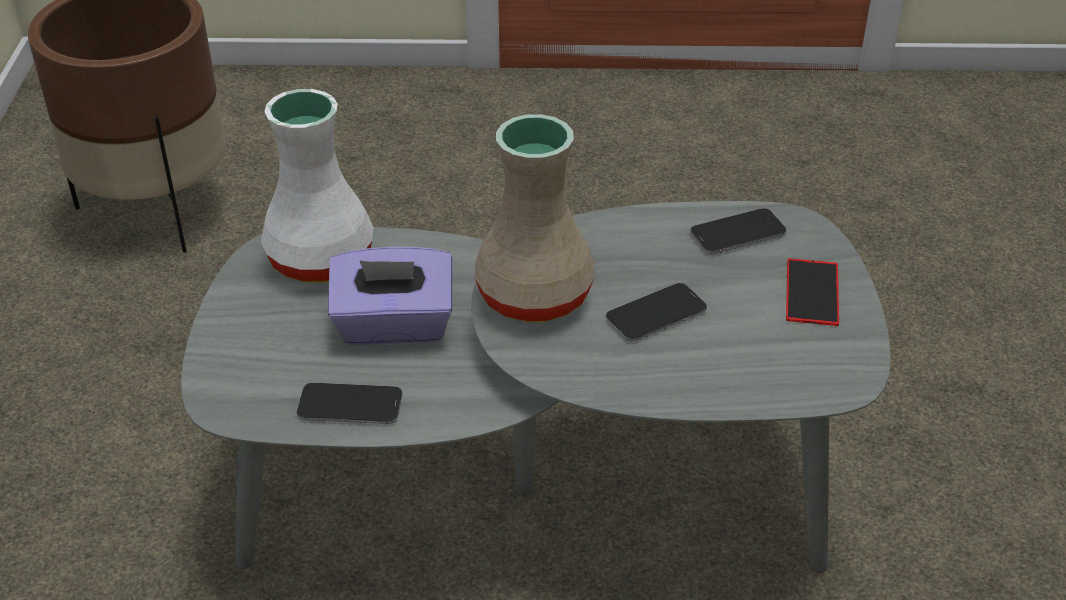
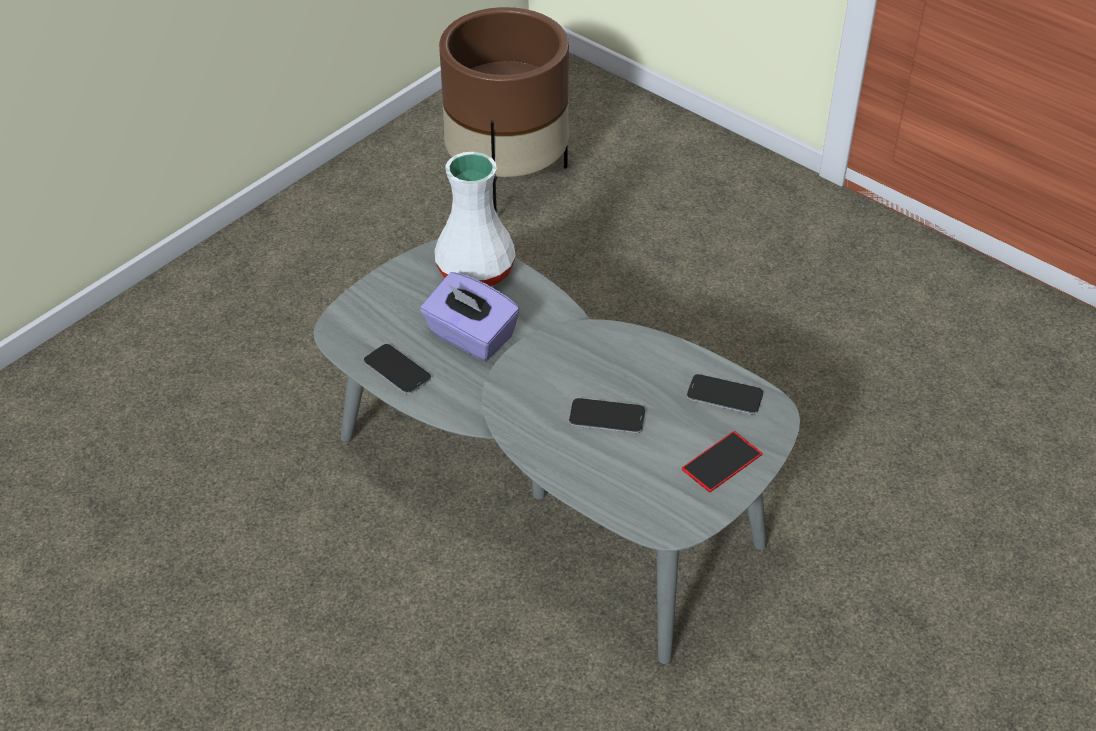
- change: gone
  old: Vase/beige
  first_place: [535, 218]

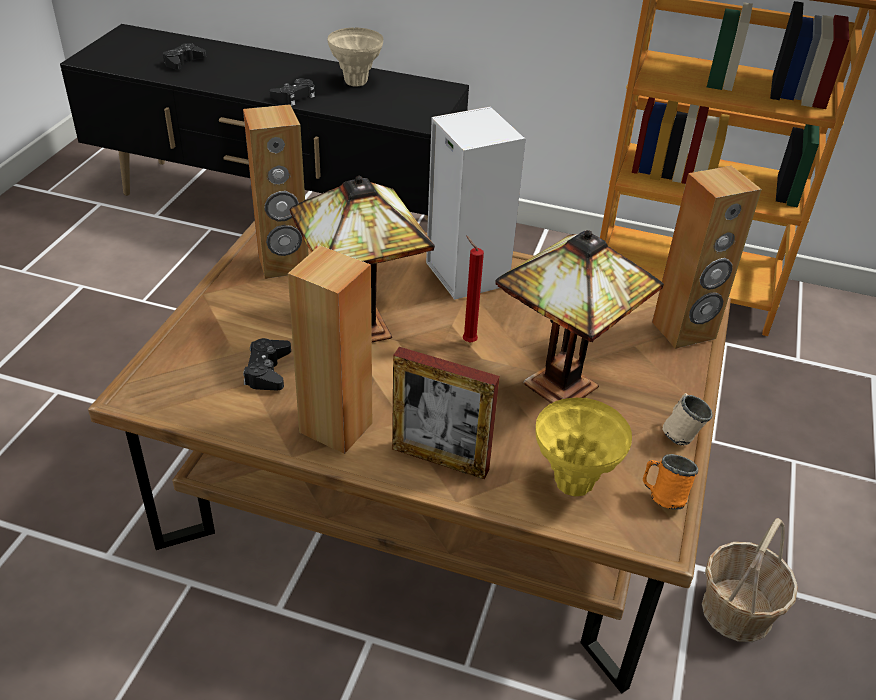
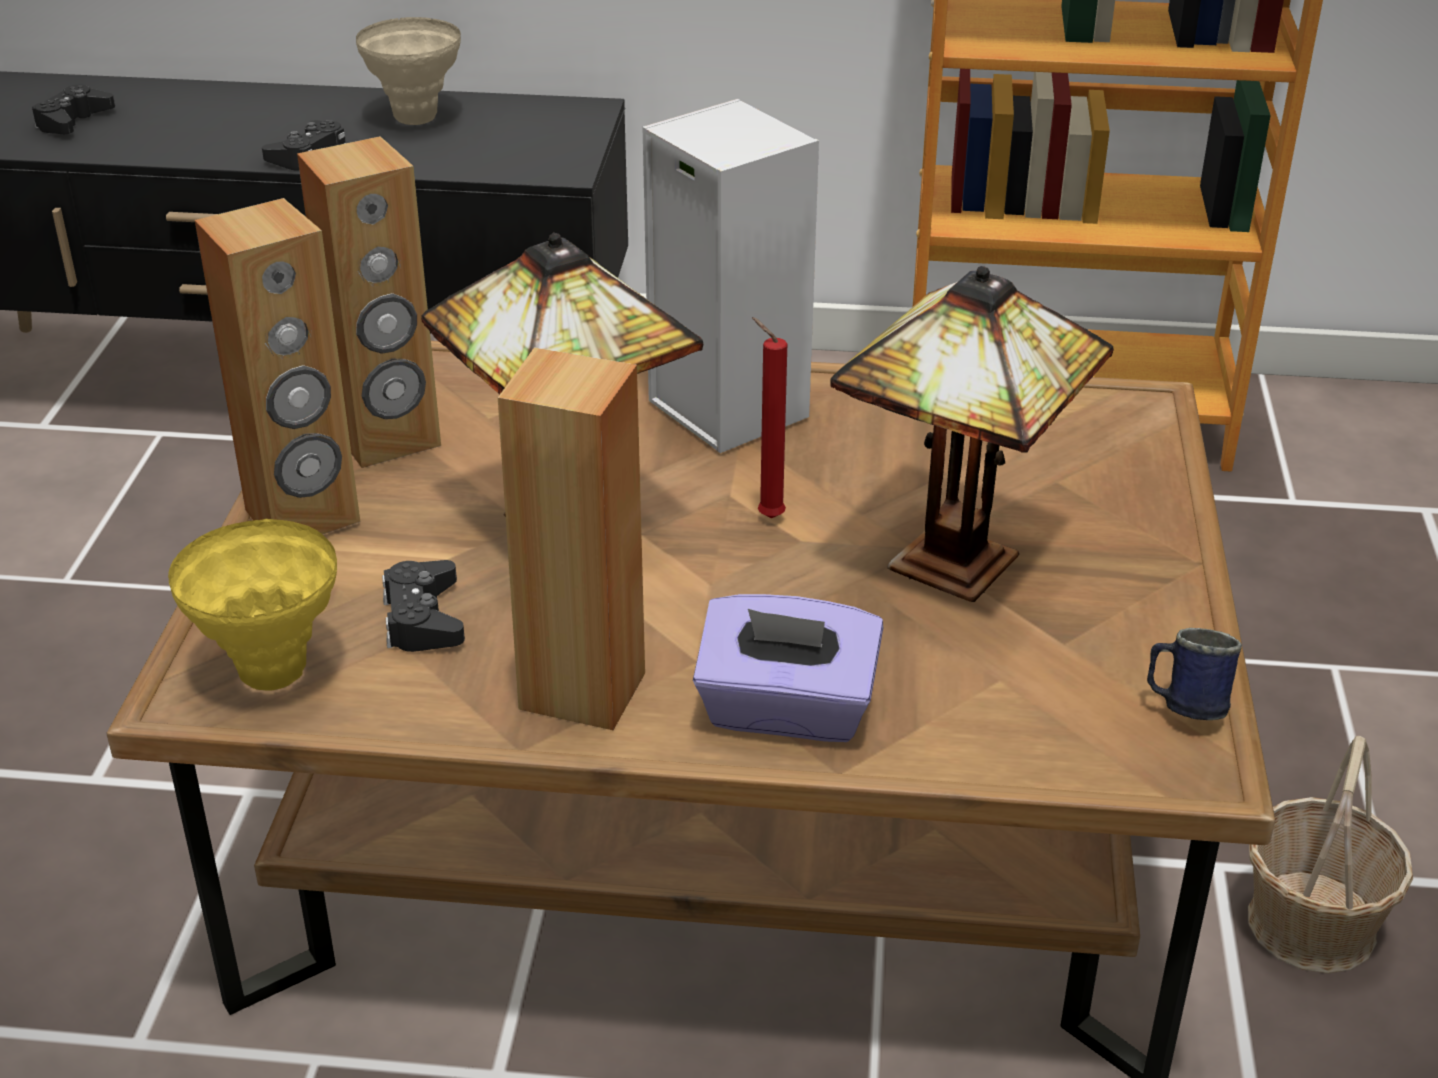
- change: swapped
  old: Bilderrahmen
  new: Taschentuchbox/lila
  first_place: [446, 413]
  second_place: [788, 668]
- change: shifted
  old: Vase/gelb
  first_place: [583, 447]
  second_place: [252, 605]
- change: repainted
  old: Henkelbecher/orange
  new: Henkelbecher/blau
  first_place: [670, 482]
  second_place: [1194, 674]
- change: shifted
  old: Lautsprecher/braun
  first_place: [707, 257]
  second_place: [277, 366]
- change: gone
  old: Henkelbecher/beige
  first_place: [688, 419]

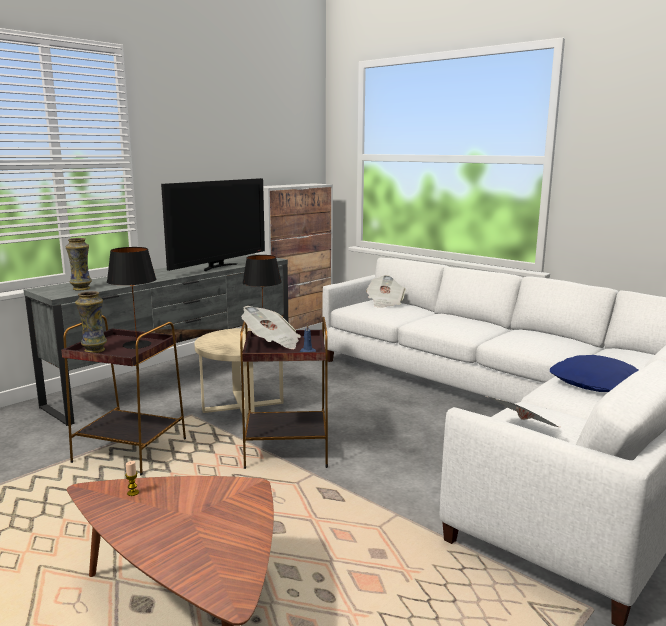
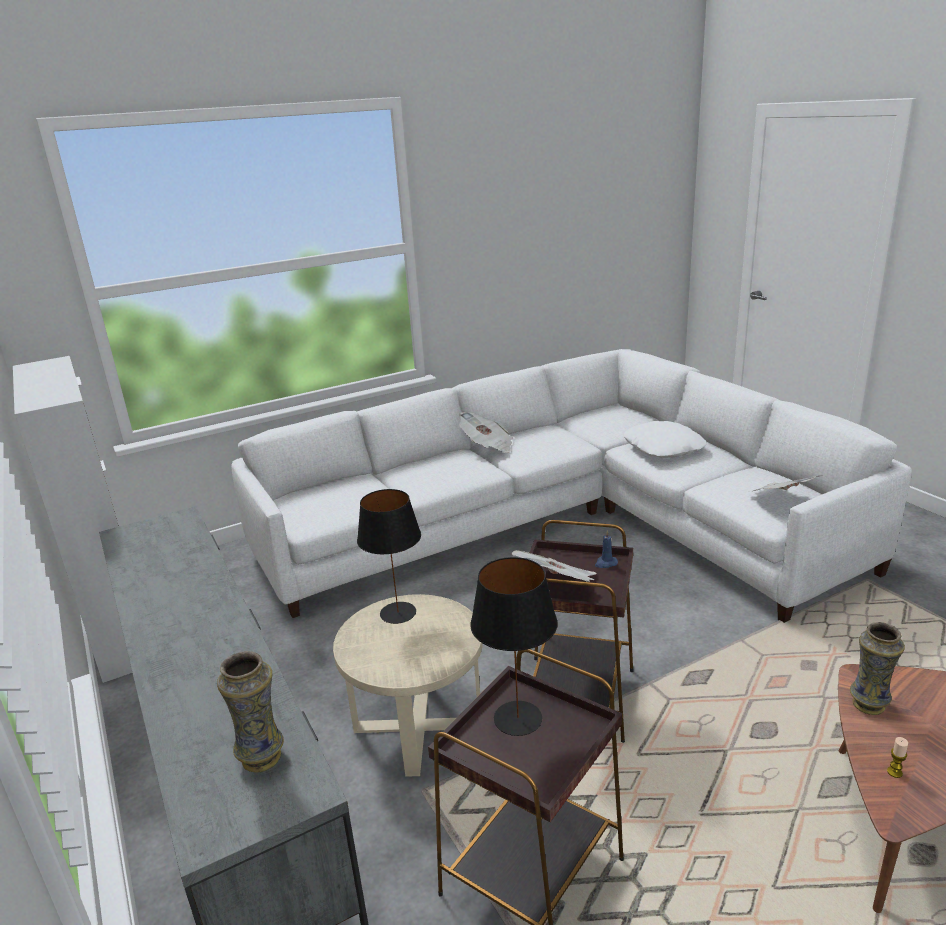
- change: shifted
  old: Vase
  first_place: [91, 322]
  second_place: [877, 668]
- change: gone
  old: Fernseher
  first_place: [213, 224]
- change: shifted
  old: Zeitung
  first_place: [386, 291]
  second_place: [486, 432]
- change: repainted
  old: Kissen/blau
  new: Kissen/weiß
  first_place: [594, 373]
  second_place: [665, 439]

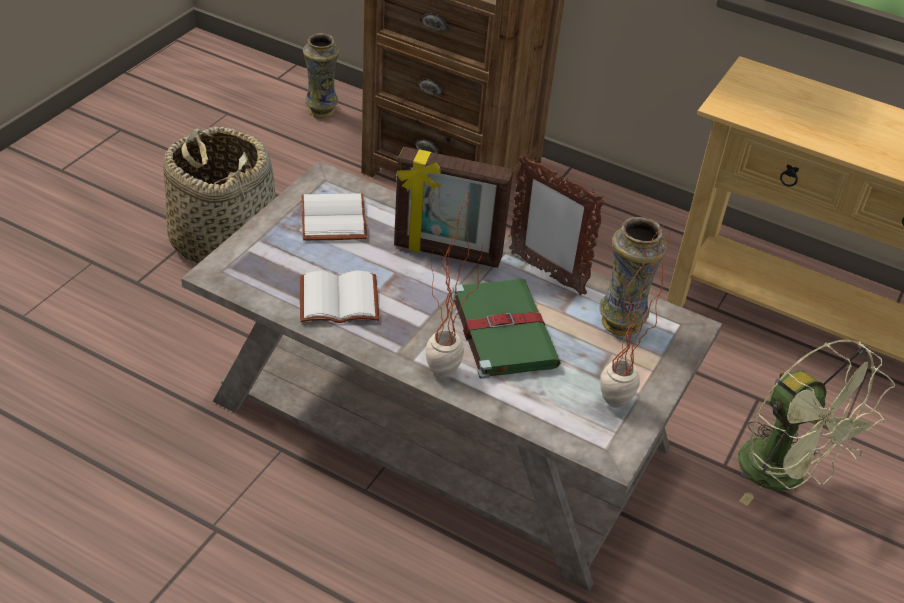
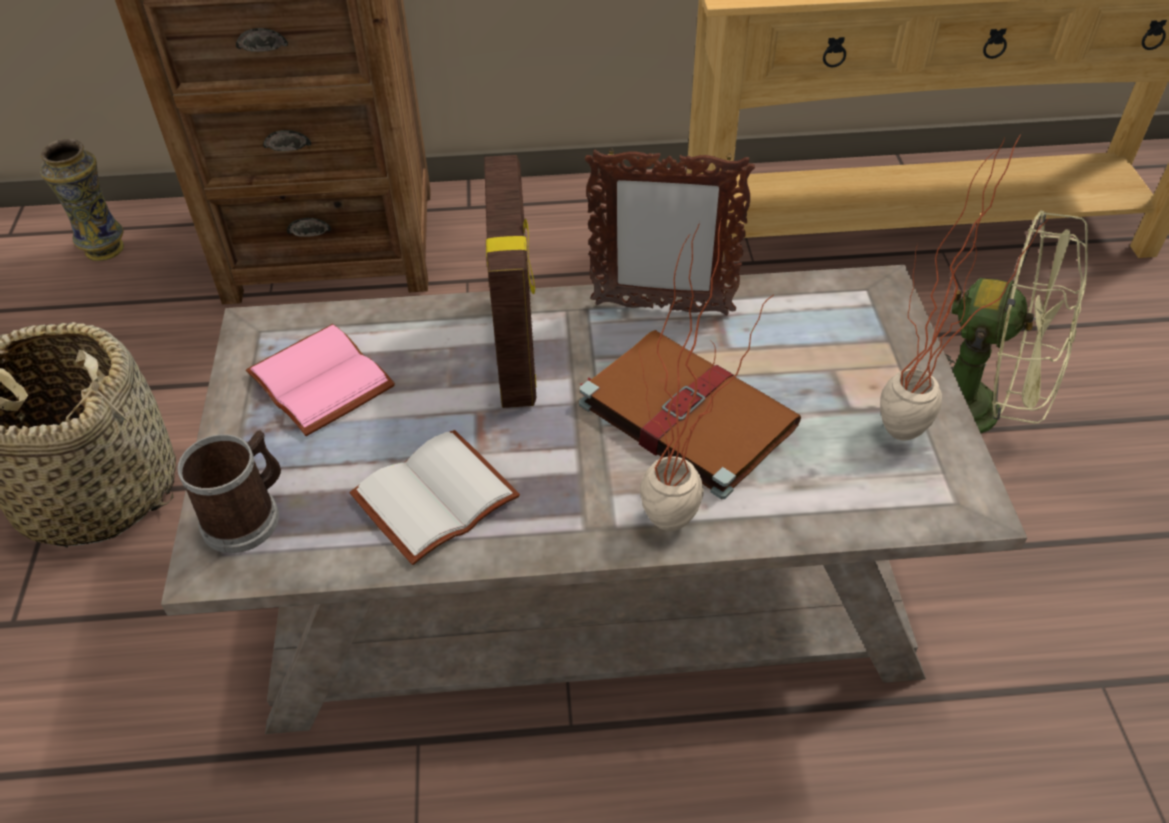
- change: repainted
  old: Buch/weiß
  new: Buch/rosa
  first_place: [334, 216]
  second_place: [320, 380]
- change: rotated
  old: Bilderrahmen
  first_place: [453, 207]
  second_place: [510, 281]
  degrees: -75
- change: repainted
  old: Buch/grün
  new: Buch/braun
  first_place: [506, 329]
  second_place: [690, 414]
- change: gone
  old: Vase
  first_place: [633, 276]
- change: new
  new: Henkelbecher
  second_place: [229, 492]

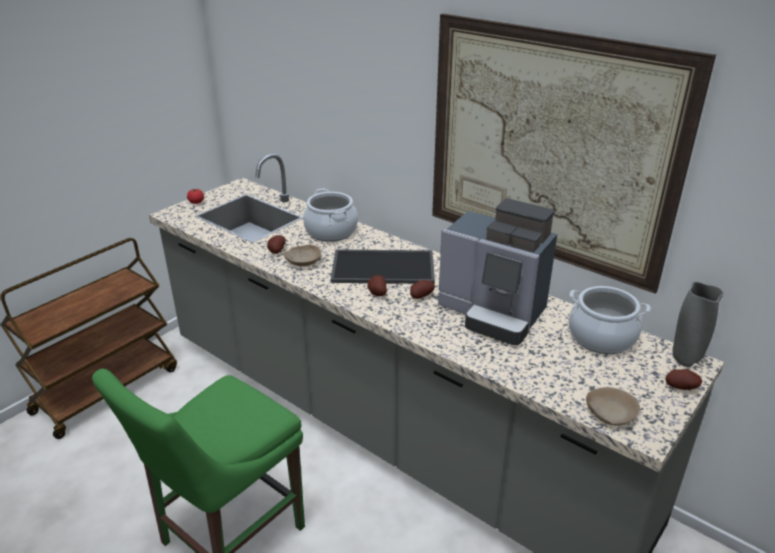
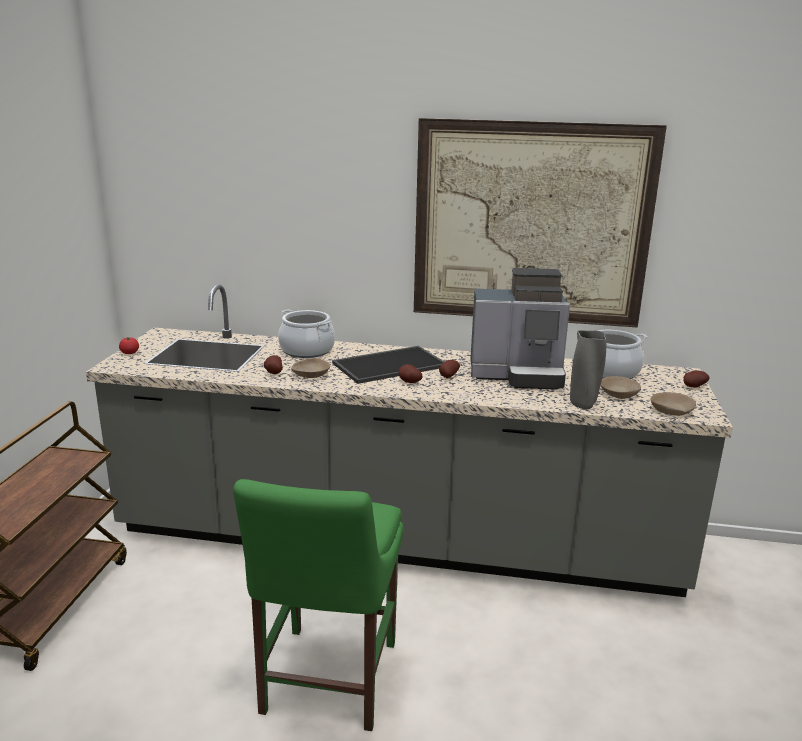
- change: shifted
  old: Vase/grau
  first_place: [698, 324]
  second_place: [588, 369]
- change: new
  new: Schüssel/beige
  second_place: [620, 387]

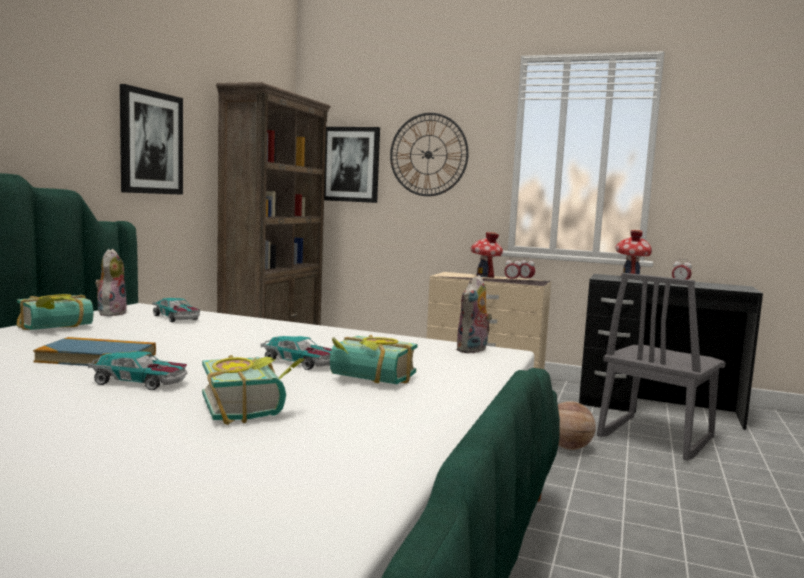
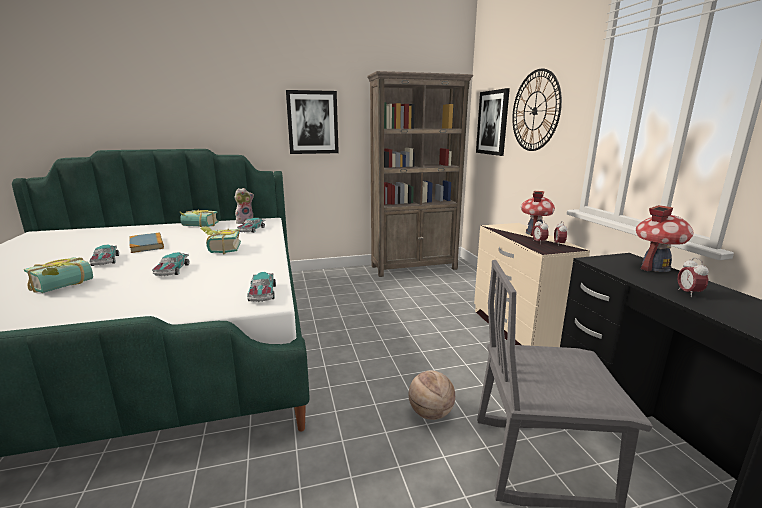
- change: shifted
  old: Buch
  first_place: [374, 359]
  second_place: [221, 240]
- change: swapped
  old: Plüschtier
  new: Spielzeugauto
  first_place: [474, 314]
  second_place: [261, 287]

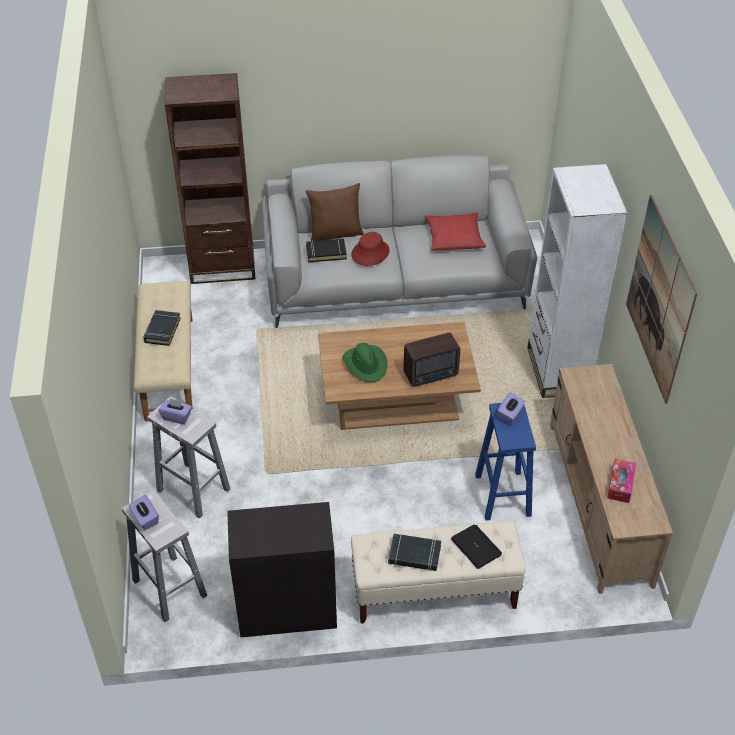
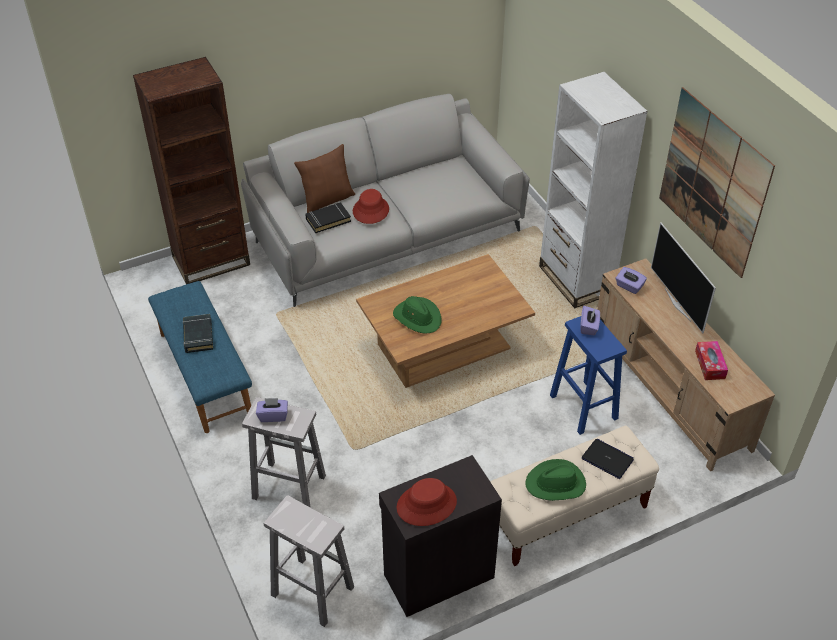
- change: shifted
  old: Taschentuchbox/lila
  first_place: [144, 512]
  second_place: [631, 280]
- change: repainted
  old: Bank/beige
  new: Bank/blau
  first_place: [163, 351]
  second_place: [200, 357]
- change: swapped
  old: Buch/schwarz
  new: Hut/grün
  first_place: [414, 552]
  second_place: [555, 480]
- change: gone
  old: Radio
  first_place: [432, 359]
- change: gone
  old: Kissen/rot
  first_place: [455, 231]
- change: new
  new: Hut/rot
  second_place: [427, 502]
- change: new
  new: Fernseher
  second_place: [683, 277]

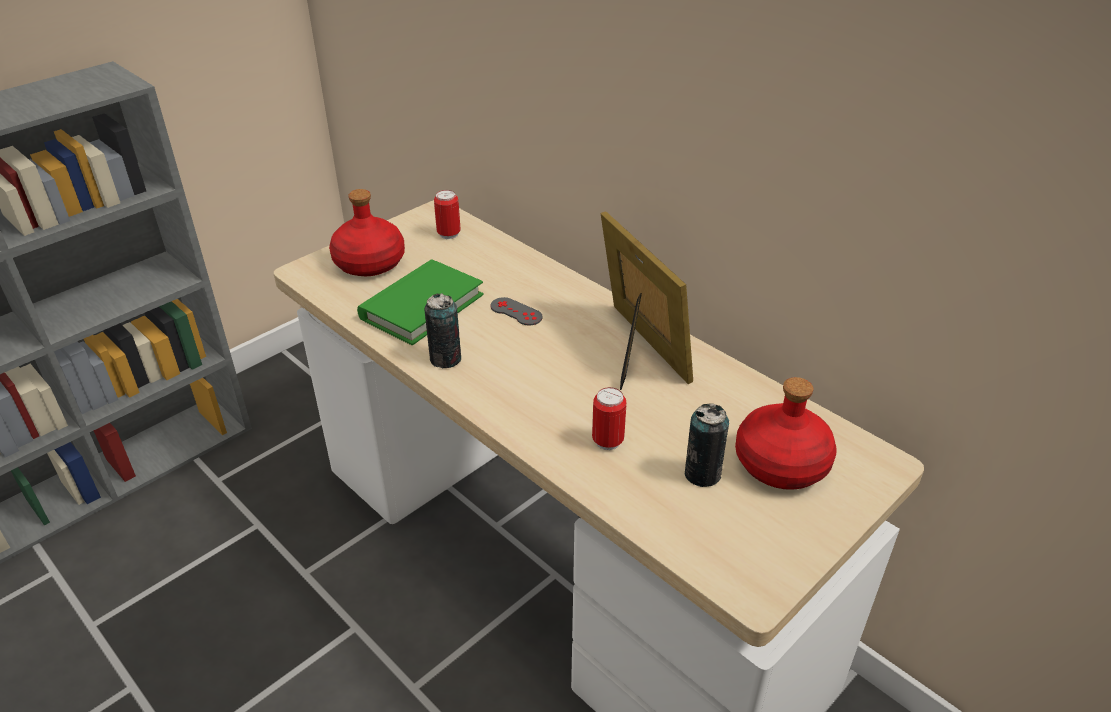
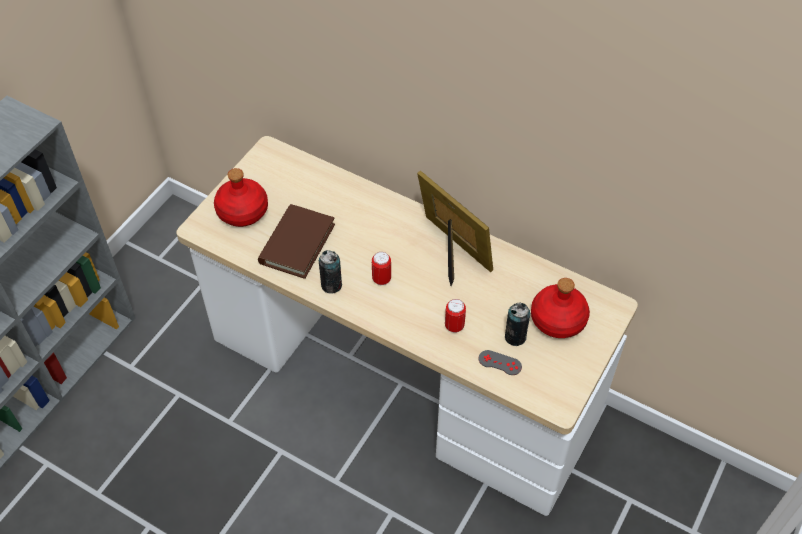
- change: repainted
  old: Buch/grün
  new: Buch/braun
  first_place: [420, 302]
  second_place: [296, 241]
- change: shifted
  old: Dose
  first_place: [447, 214]
  second_place: [381, 268]
- change: shifted
  old: Gamepad/grau
  first_place: [516, 311]
  second_place: [500, 362]

